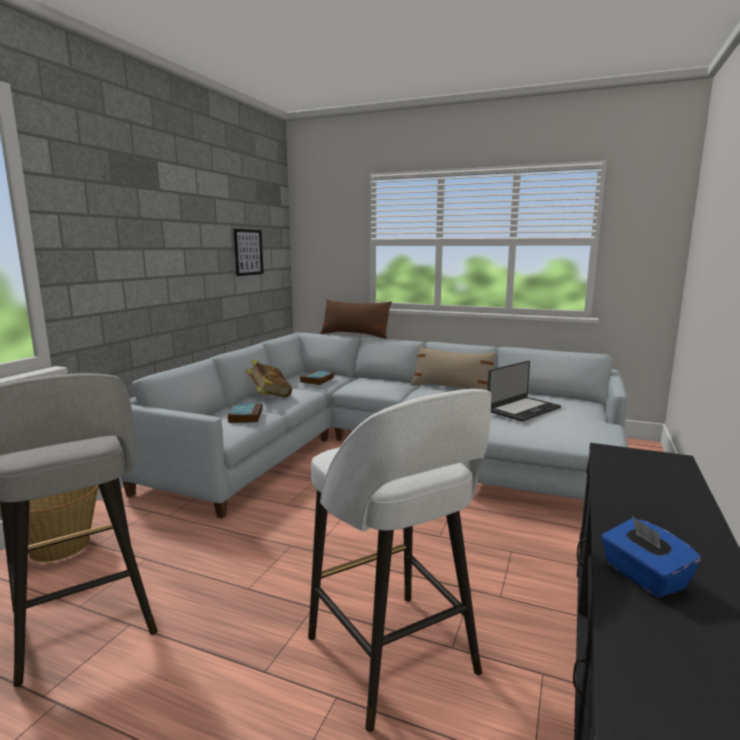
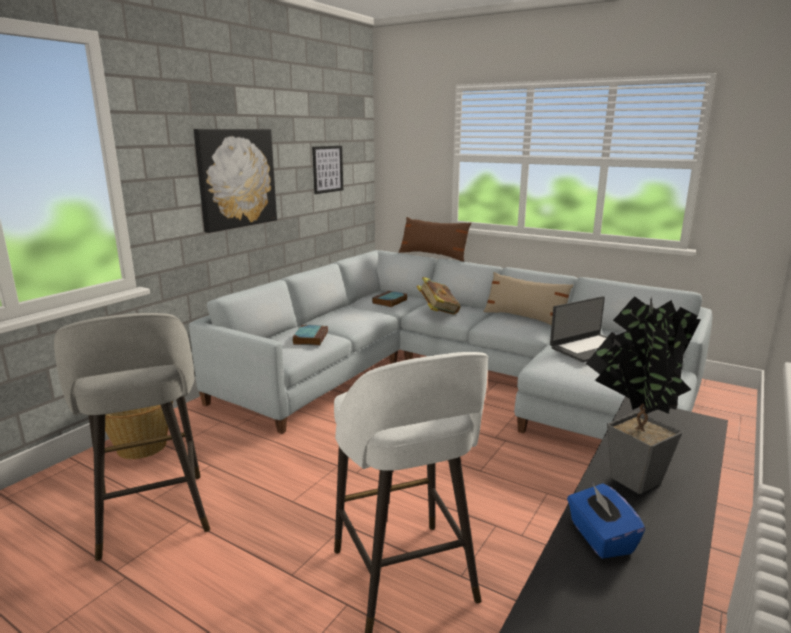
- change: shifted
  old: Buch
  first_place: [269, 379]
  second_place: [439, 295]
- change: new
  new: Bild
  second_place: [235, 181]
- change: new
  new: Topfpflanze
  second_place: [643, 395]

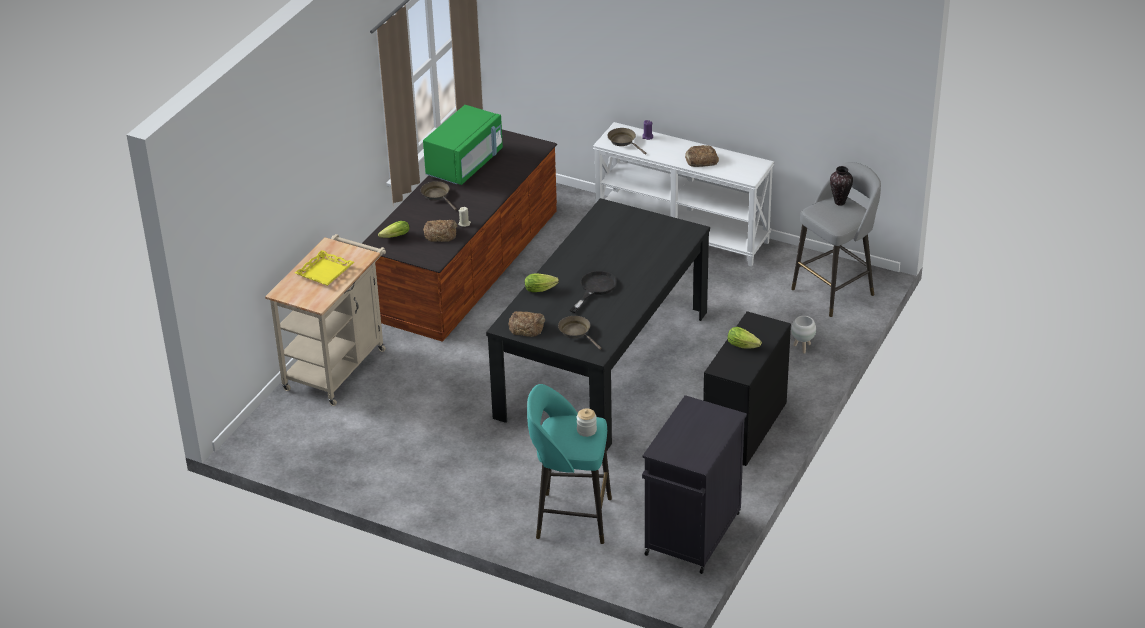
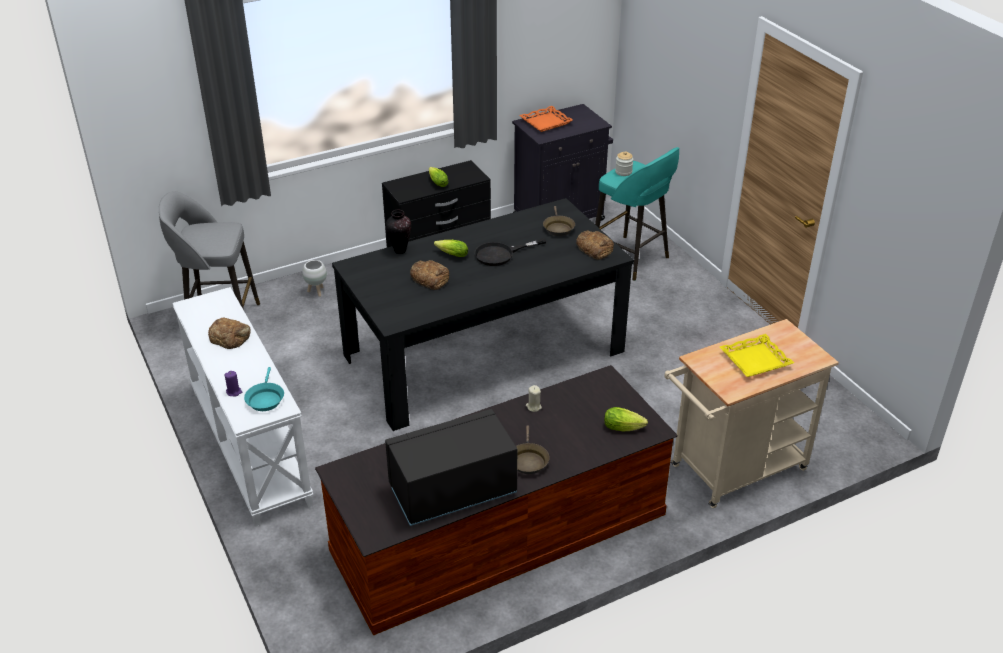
- change: repainted
  old: Mikrowelle/grün
  new: Mikrowelle/schwarz
  first_place: [463, 145]
  second_place: [451, 467]
- change: shifted
  old: Brot
  first_place: [440, 231]
  second_place: [429, 275]
- change: shifted
  old: Salatkopf
  first_place: [542, 283]
  second_place: [451, 248]
- change: repainted
  old: Pfanne/braun
  new: Pfanne/türkis
  first_place: [627, 141]
  second_place: [264, 389]
- change: shifted
  old: Vase
  first_place: [841, 186]
  second_place: [398, 232]
- change: new
  new: Tablett/orange
  second_place: [546, 119]

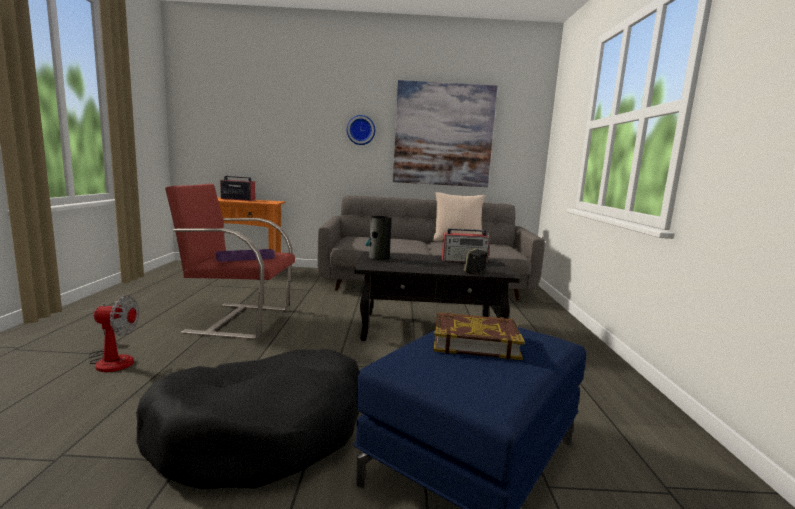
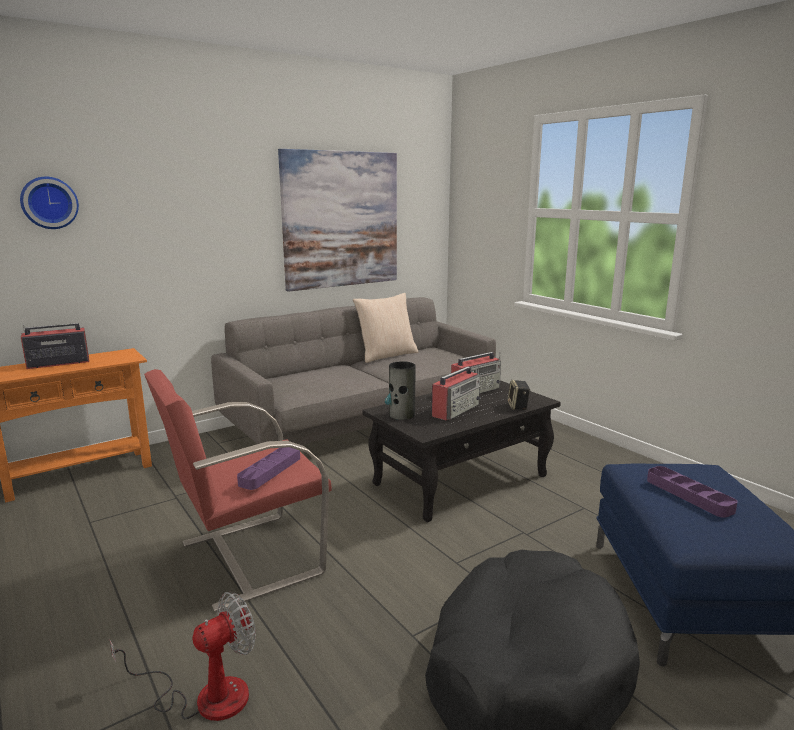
- change: shifted
  old: Wanduhr
  first_place: [361, 130]
  second_place: [49, 203]
- change: swapped
  old: Buch
  new: Tablett/lila
  first_place: [479, 336]
  second_place: [692, 492]
- change: new
  new: Radio
  second_place: [456, 392]

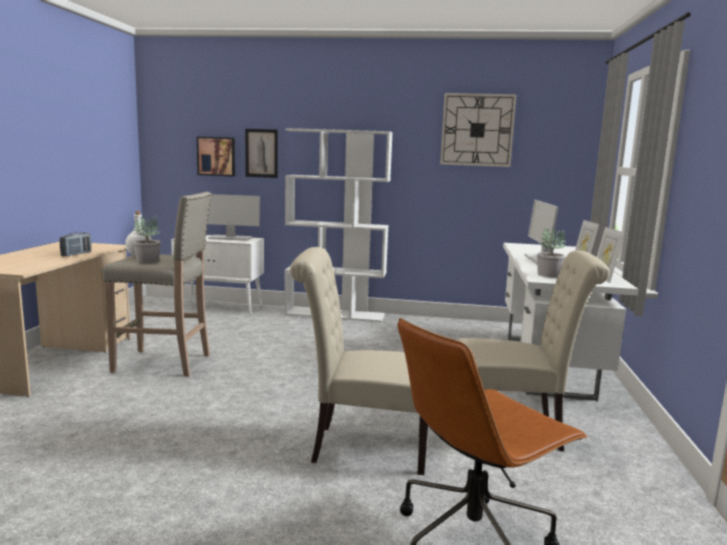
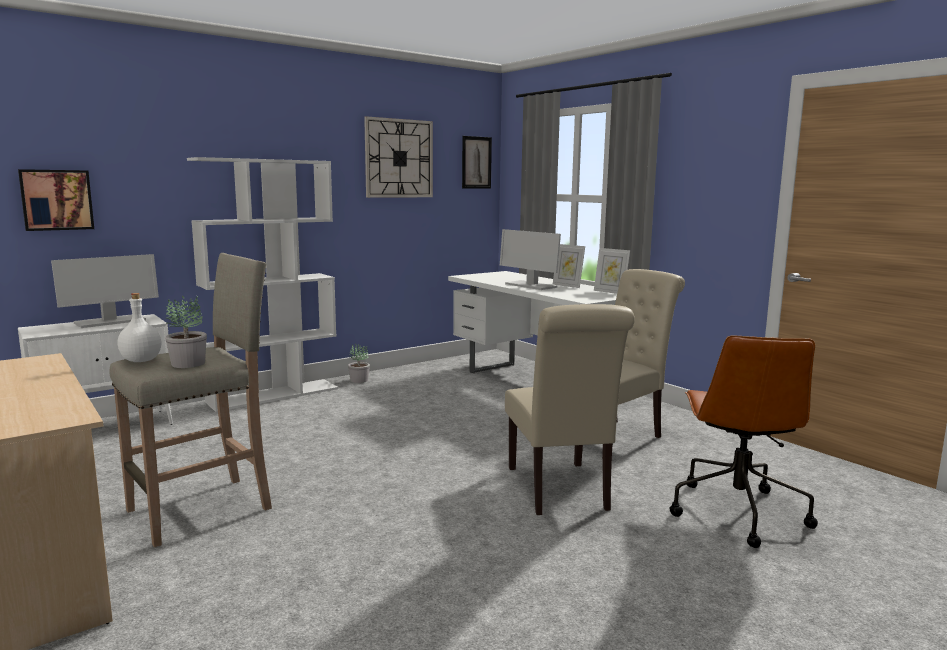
- change: gone
  old: Radio
  first_place: [75, 244]
- change: shifted
  old: Bild
  first_place: [261, 153]
  second_place: [477, 162]
- change: rotated
  old: Stuhl/beige
  first_place: [359, 361]
  second_place: [570, 409]
  degrees: -60
- change: shifted
  old: Topfpflanze
  first_place: [551, 253]
  second_place: [359, 363]

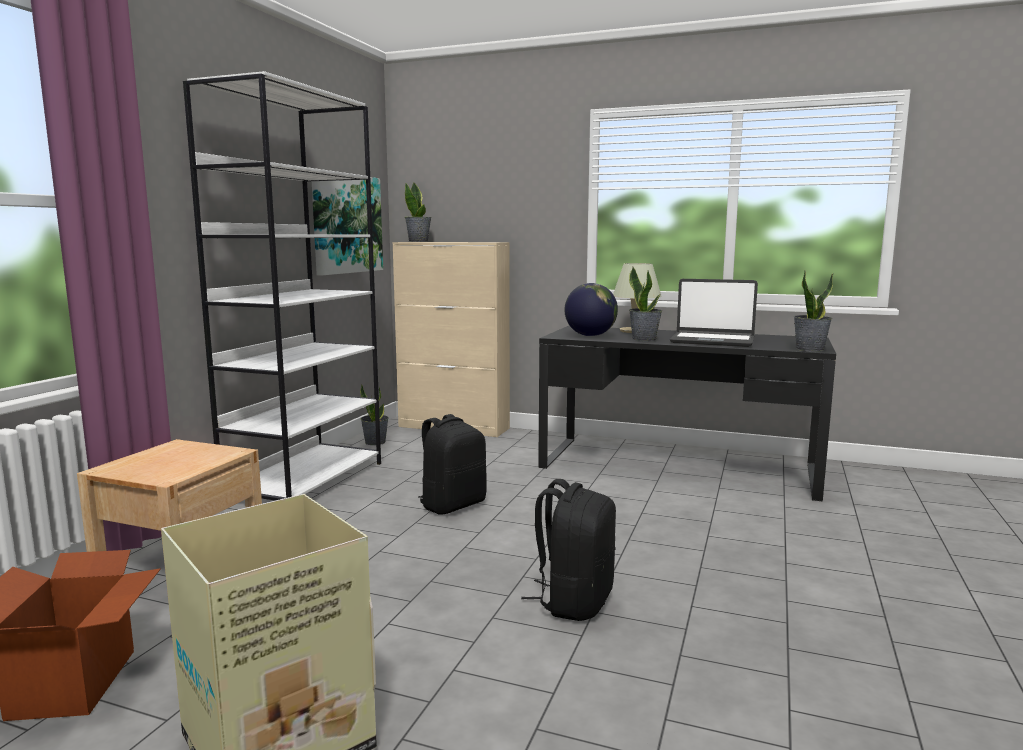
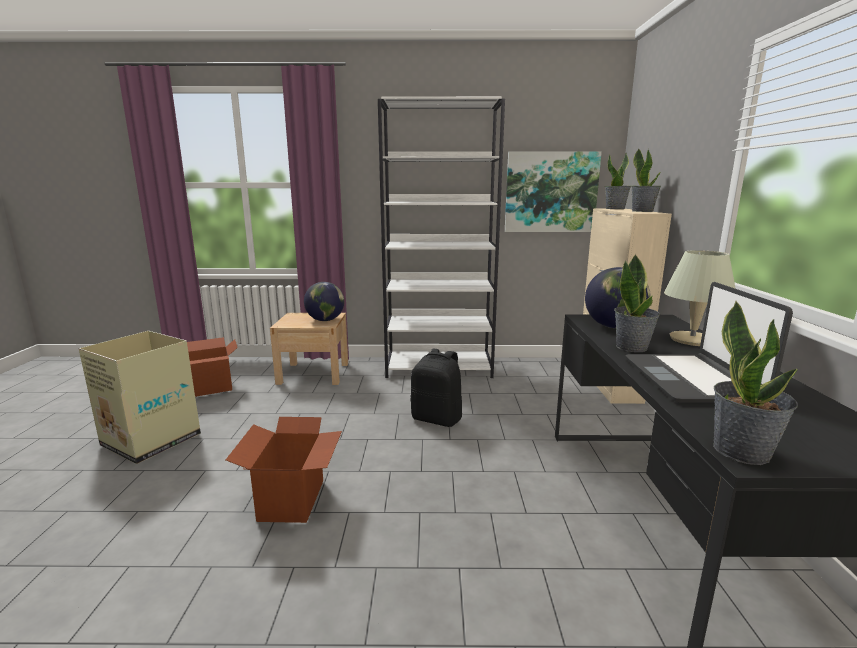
- change: shifted
  old: Topfpflanze
  first_place: [374, 414]
  second_place: [646, 180]
- change: swapped
  old: Rucksack/schwarz
  new: Karton
  first_place: [568, 550]
  second_place: [284, 470]
- change: new
  new: Globus
  second_place: [324, 301]

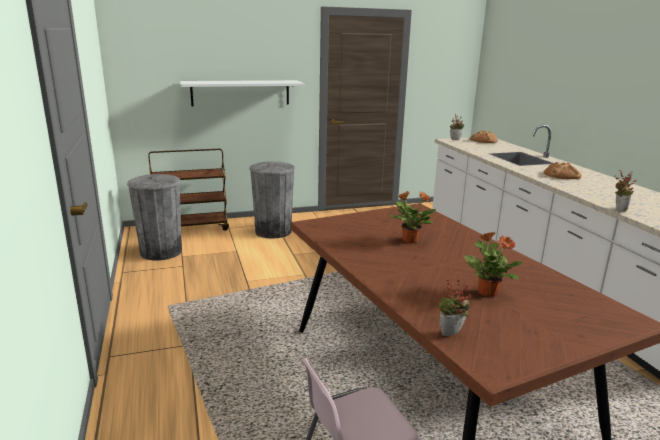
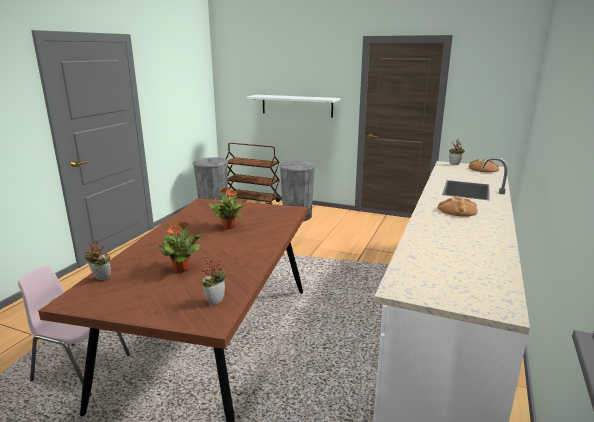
- change: shifted
  old: Topfpflanze
  first_place: [625, 191]
  second_place: [214, 279]

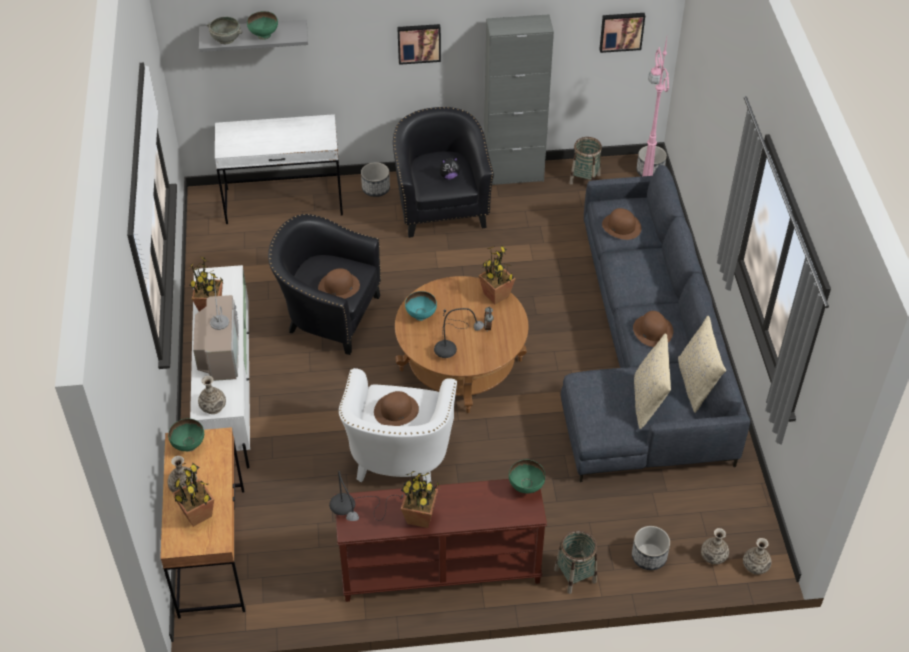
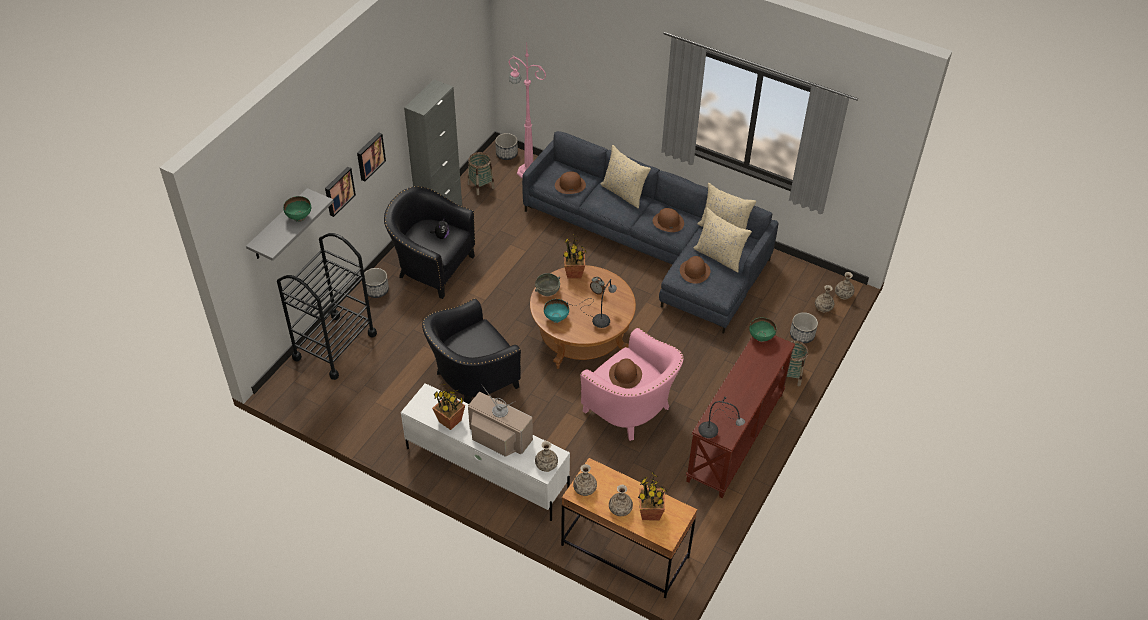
- change: swapped
  old: Schüssel/grün
  new: Vase
  first_place: [186, 435]
  second_place: [585, 480]
- change: shifted
  old: Schüssel/grau
  first_place: [225, 30]
  second_place: [547, 284]
- change: swapped
  old: Schreibtisch/weiß
  new: Rollwagen/schwarz
  first_place: [279, 169]
  second_place: [327, 306]
- change: shifted
  old: Hut/braun
  first_place: [339, 283]
  second_place: [695, 270]
- change: repainted
  old: Sessel/weiß
  new: Sessel/rosa
  first_place: [398, 426]
  second_place: [631, 384]
- change: gone
  old: Topfpflanze
  first_place: [420, 499]
- change: shifted
  old: Bild
  first_place: [622, 33]
  second_place: [340, 192]
- change: new
  new: Kissen/beige
  second_place: [625, 177]

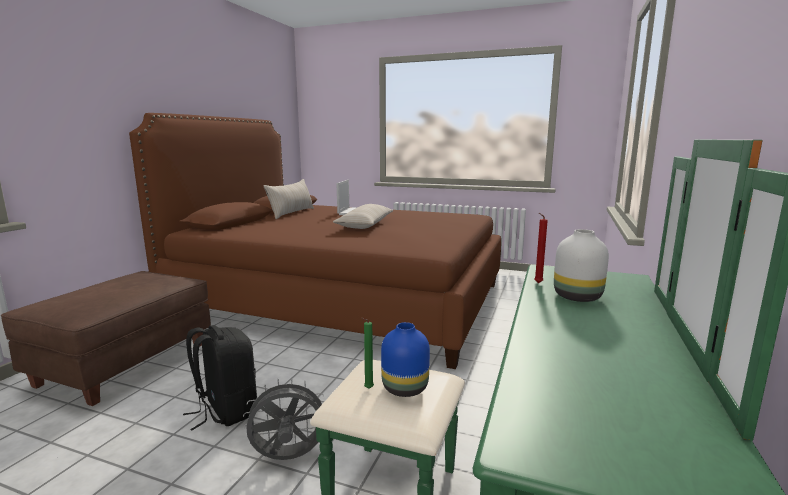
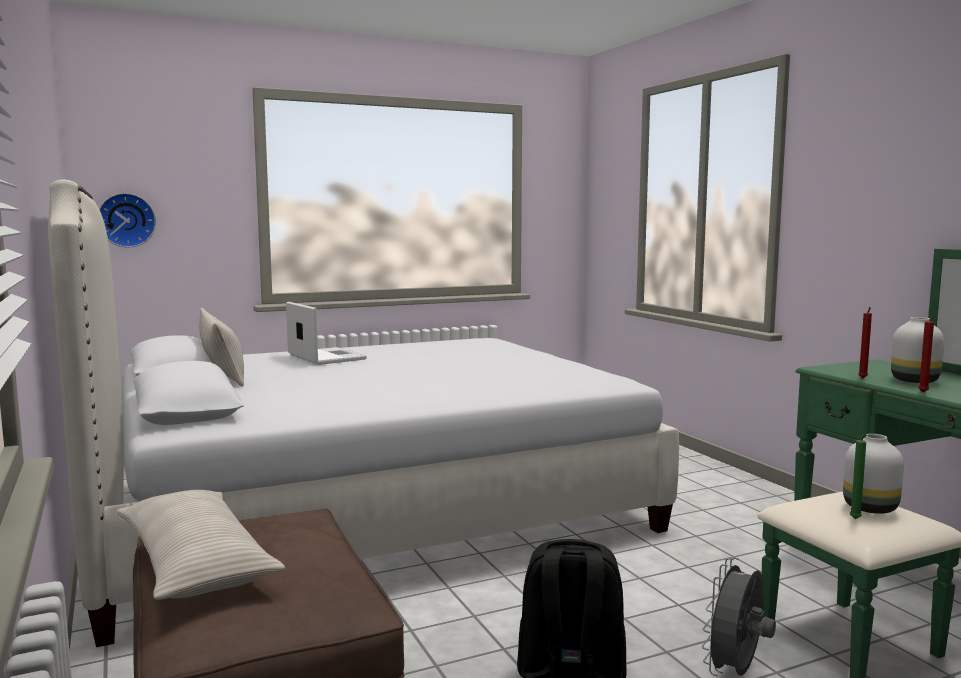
- change: repainted
  old: Bett/braun
  new: Bett/weiß
  first_place: [315, 241]
  second_place: [363, 413]
- change: shifted
  old: Kissen/beige
  first_place: [363, 216]
  second_place: [201, 545]
- change: repainted
  old: Vase/blau
  new: Vase/weiß
  first_place: [405, 359]
  second_place: [873, 474]
- change: new
  new: Wanduhr
  second_place: [127, 220]
- change: new
  new: Kerze/rot
  second_place: [927, 354]

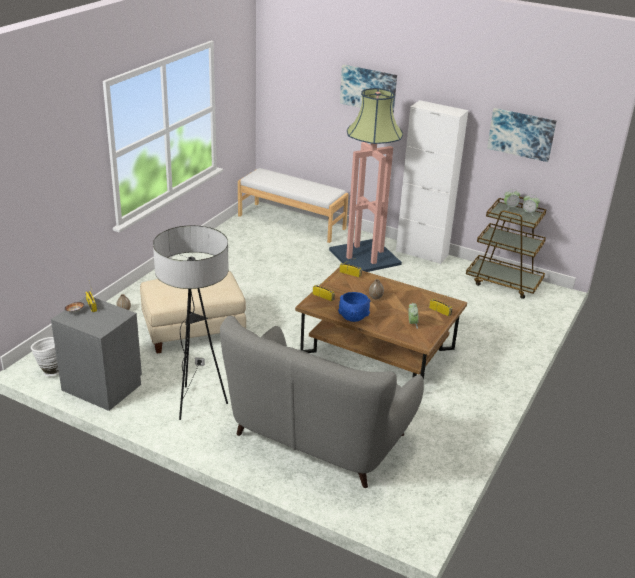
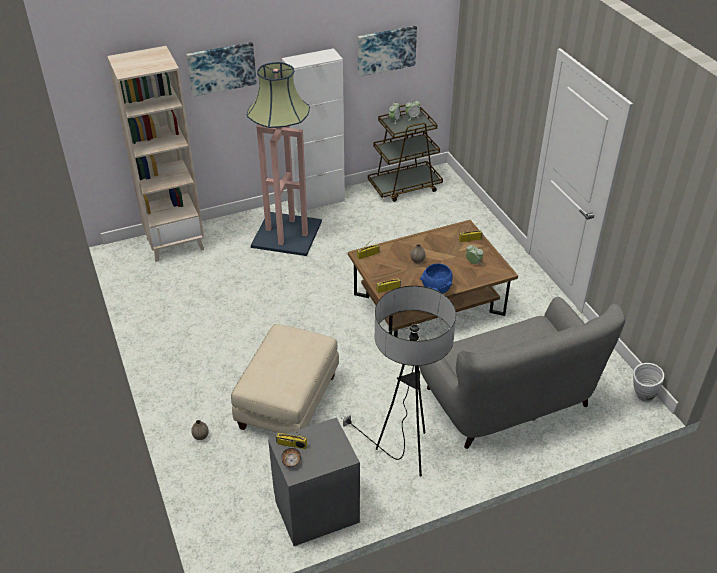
- change: shifted
  old: Vase/weiß
  first_place: [45, 356]
  second_place: [648, 383]
- change: swapped
  old: Bank/weiß
  new: Bücherregal/beige
  first_place: [293, 205]
  second_place: [155, 154]

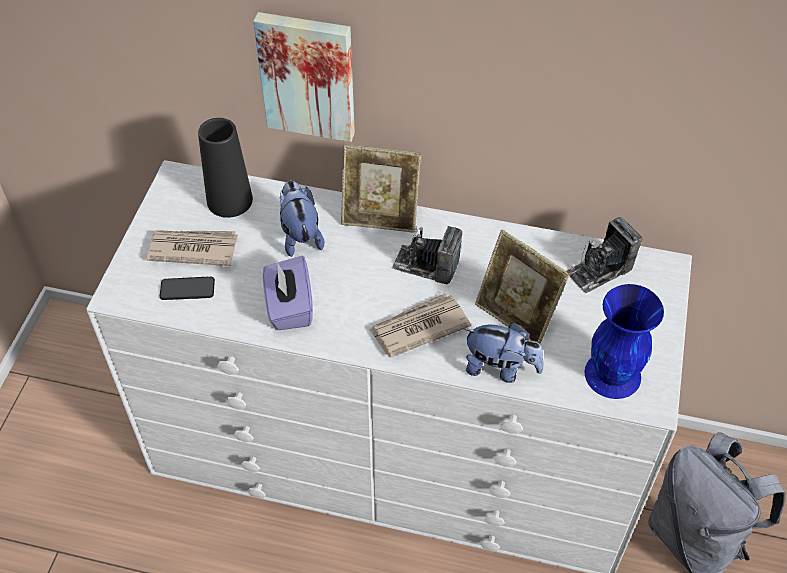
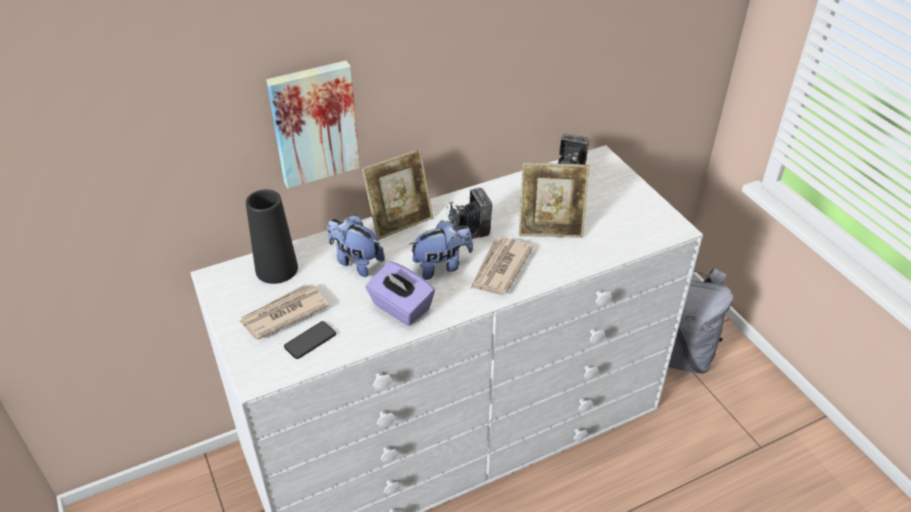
- change: shifted
  old: Plüschtier
  first_place: [504, 353]
  second_place: [441, 250]
- change: gone
  old: Vase/blau
  first_place: [624, 341]

